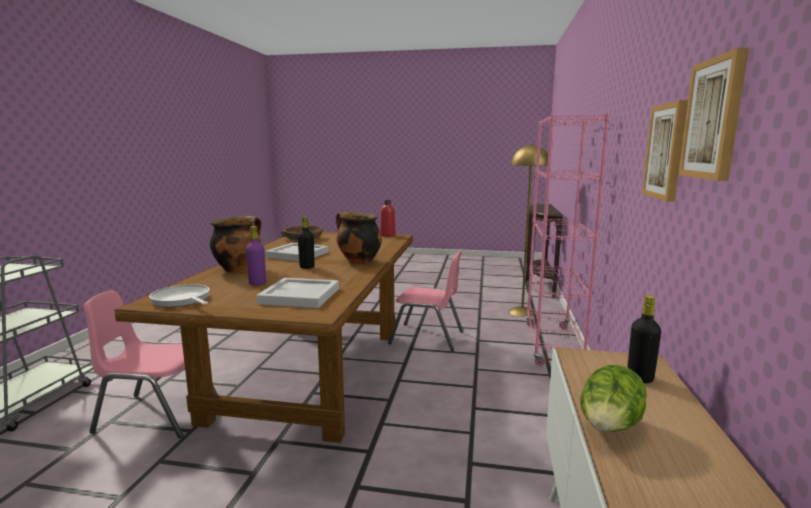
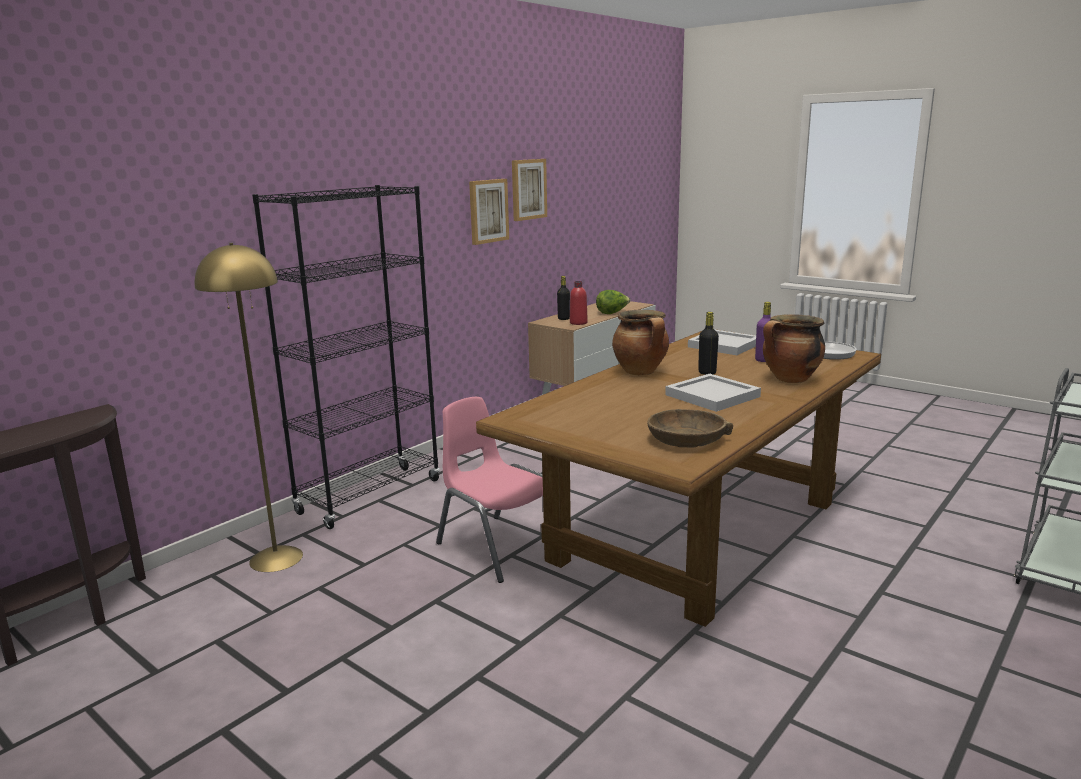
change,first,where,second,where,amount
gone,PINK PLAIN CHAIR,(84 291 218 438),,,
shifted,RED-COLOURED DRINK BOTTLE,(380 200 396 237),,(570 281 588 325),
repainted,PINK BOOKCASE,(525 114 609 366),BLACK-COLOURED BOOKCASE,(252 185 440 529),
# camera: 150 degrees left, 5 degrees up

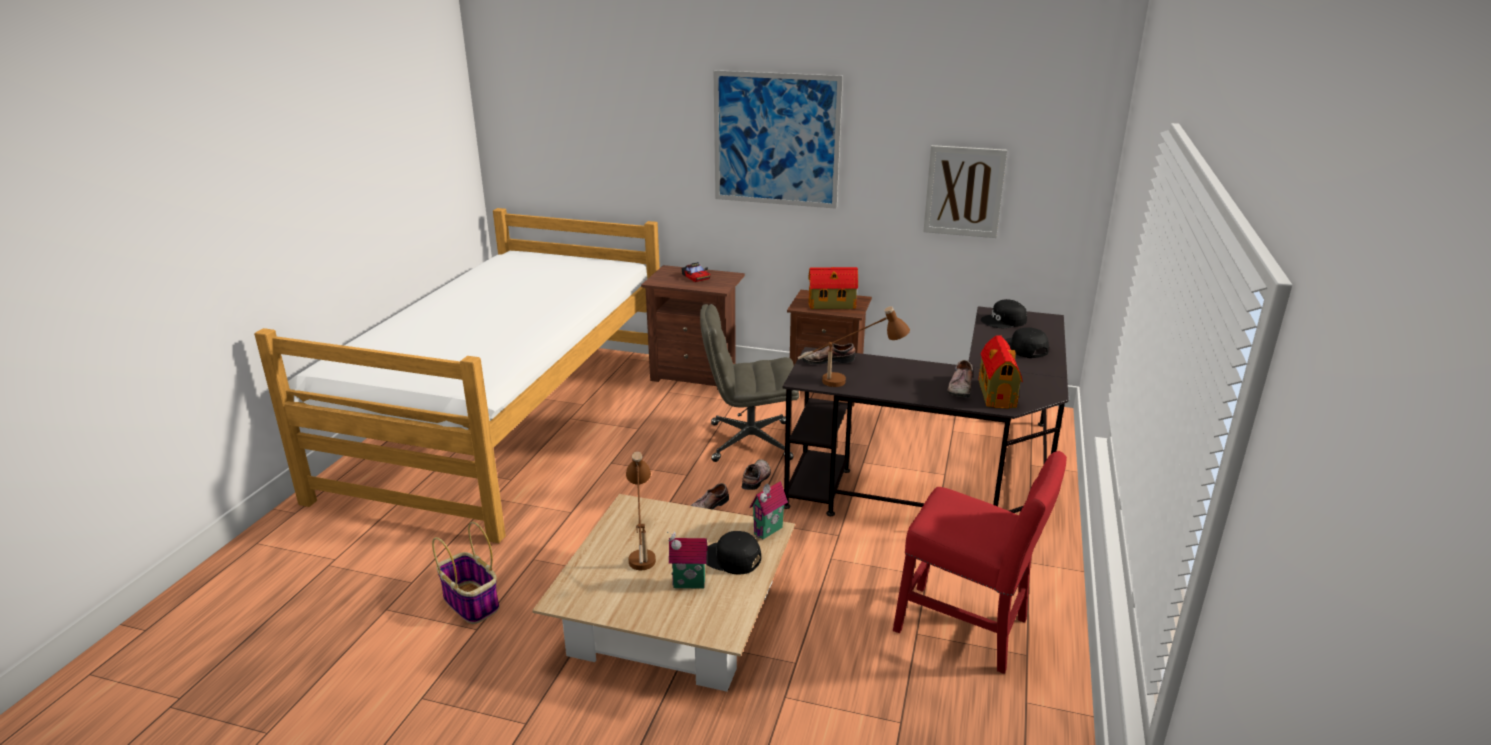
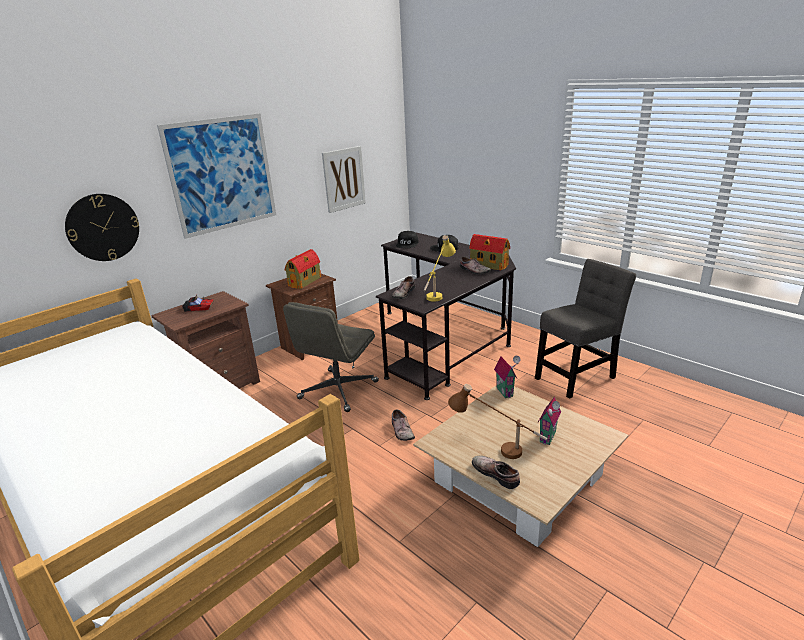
change,first,where,second,where,amount
gone,STORAGE BASKET,(432 522 499 624),,,
gone,BLACK-COLOURED BASEBALL CAP,(707 531 761 574),,,
shifted,SHOE,(742 459 771 490),,(472 456 520 489),
repainted,BROWN TABLETOP LAMP,(798 306 910 387),YELLOWISH TABLETOP LAMP,(424 235 456 302),
repainted,RED-COLOURED PLAIN CHAIR,(893 451 1067 674),GREYISH PLAIN CHAIR,(535 259 636 399),
new,,,WALL CLOCK,(65 194 139 261),
# camera: 60 degrees left, 0 degrees up

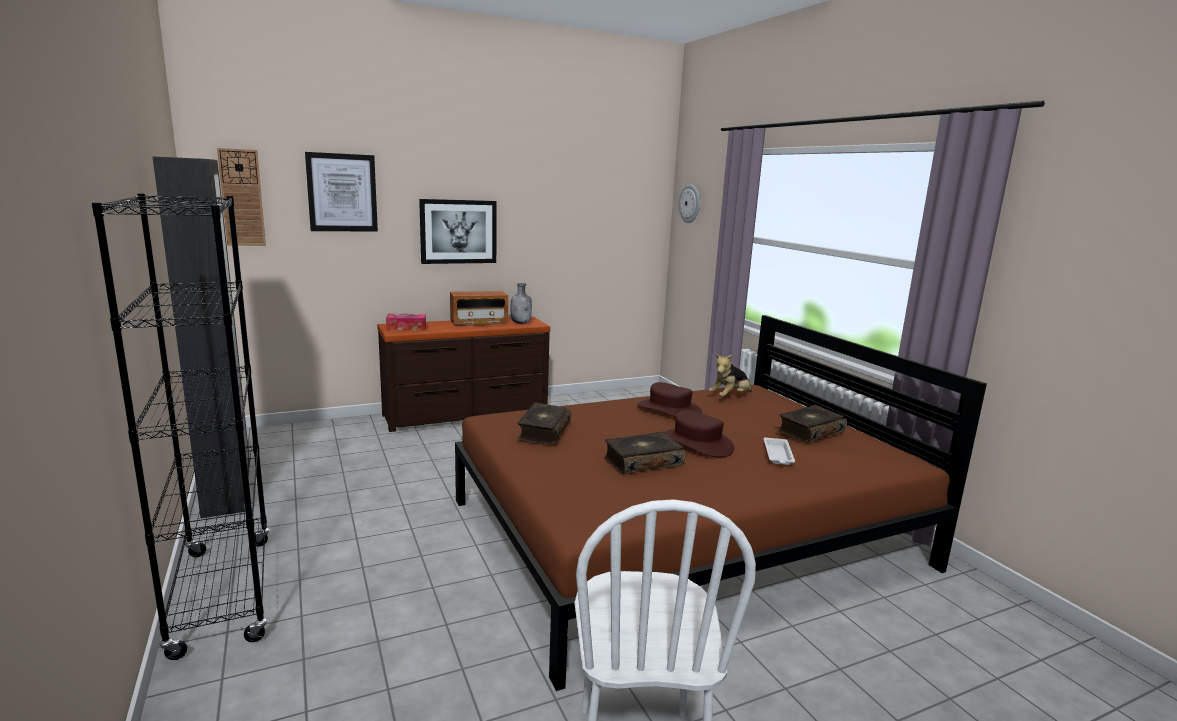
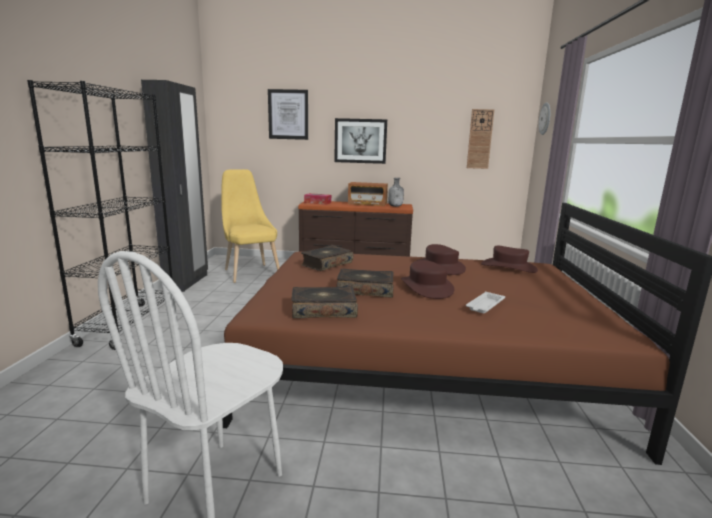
change,first,where,second,where,amount
shifted,WALL CLOCK,(217 148 266 246),,(467 109 494 169),
swapped,CUDDLY TOY,(709 354 752 397),BROWN CLOTHING HAT,(481 246 538 273),
shifted,VOLUME,(777 405 847 443),,(292 286 358 318),
new,,,YELLOWISH PLAIN CHAIR,(221 169 280 283),
# camera: 30 degrees right, 0 degrees up

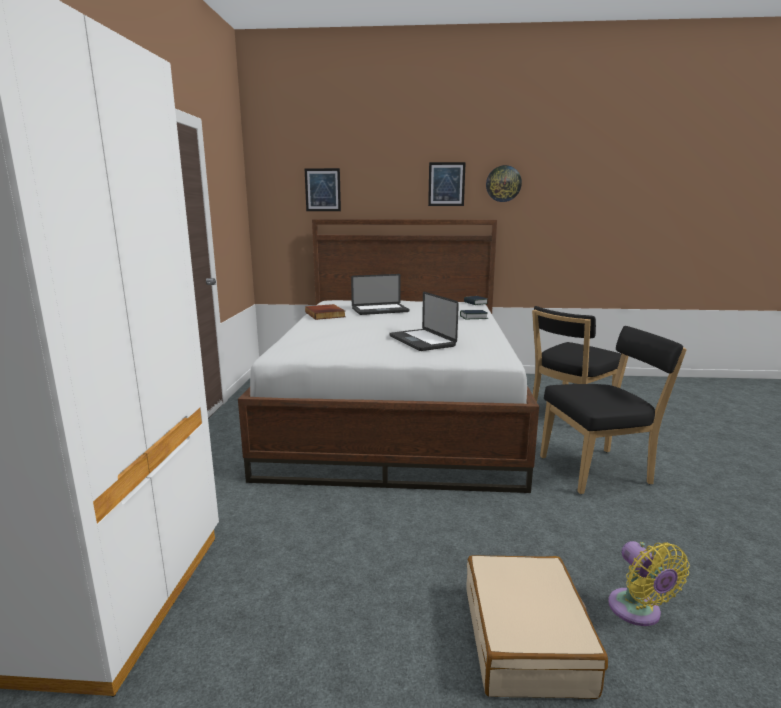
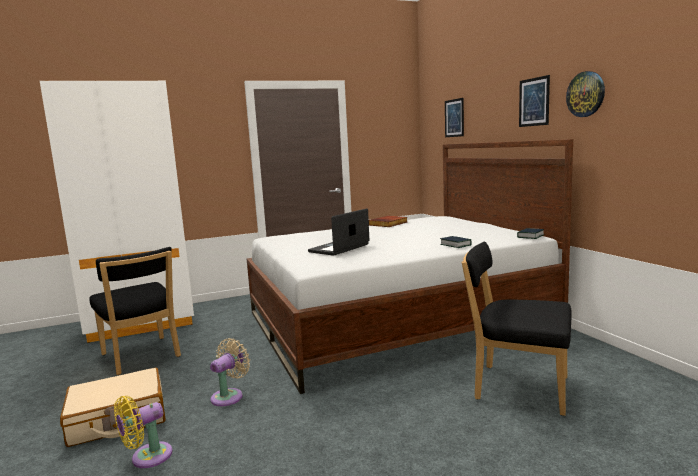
change,first,where,second,where,amount
gone,LAPTOP,(351 274 410 315),,,
shifted,BLACK-COLOURED PLAIN CHAIR,(540 326 687 494),,(89 247 181 375),
new,,,BEIGE FAN,(210 338 250 406),
# camera: 65 degrees right, 5 degrees down

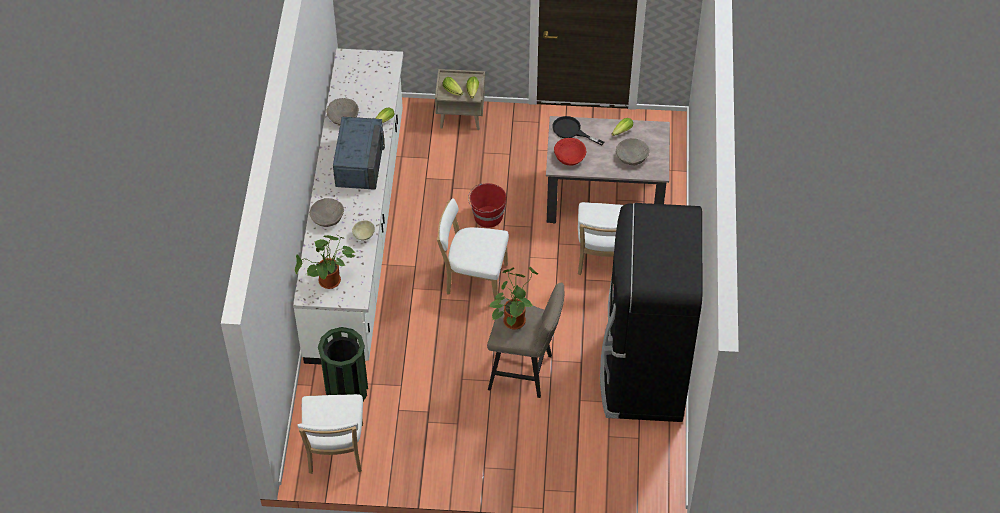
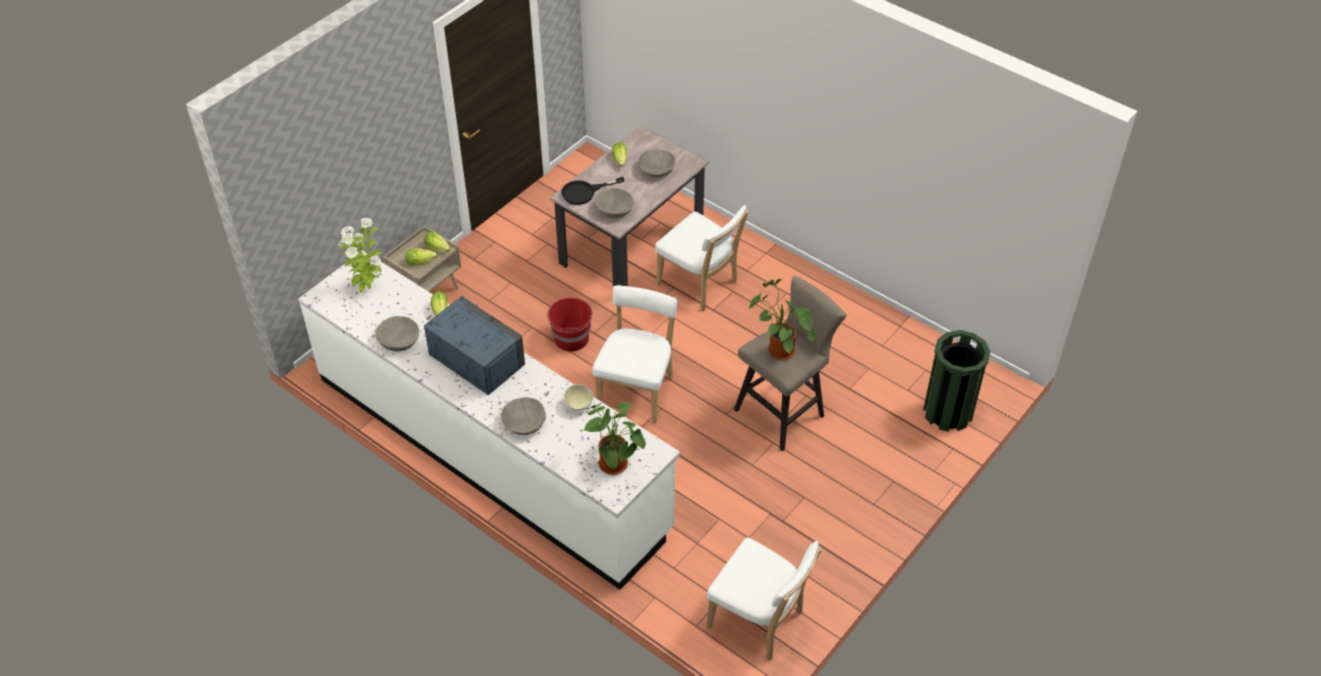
change,first,where,second,where,amount
shifted,GREEN-COLOURED RUBBISH BIN,(318 327 368 401),,(923 330 991 432),
rotated,WHITISH PLAIN CHAIR,(437 198 509 301),,(593 285 677 424),150 degrees clockwise
repainted,RED-COLOURED DEEP DISH,(554 138 586 166),BEIGE DEEP DISH,(594 188 634 218),
gone,BLACK-COLOURED KITCHEN FRIDGE,(600 203 702 422),,,
new,,,POTTED PLANT,(338 218 382 293),
# camera: 55 degrees left, 5 degrees down

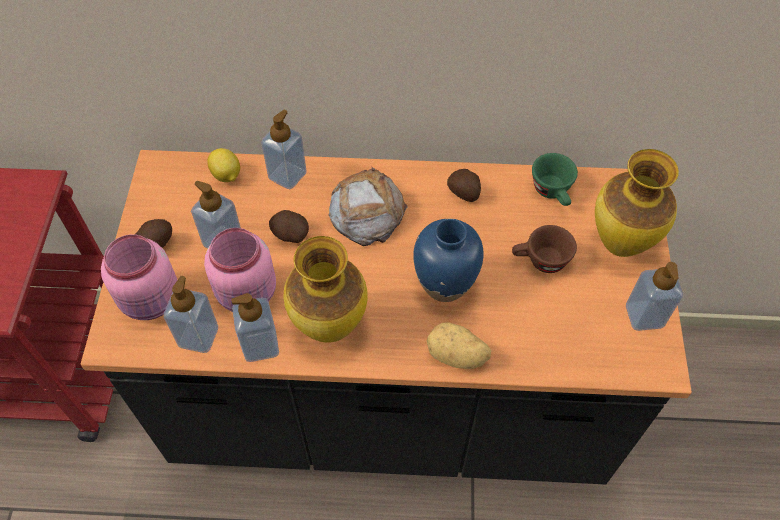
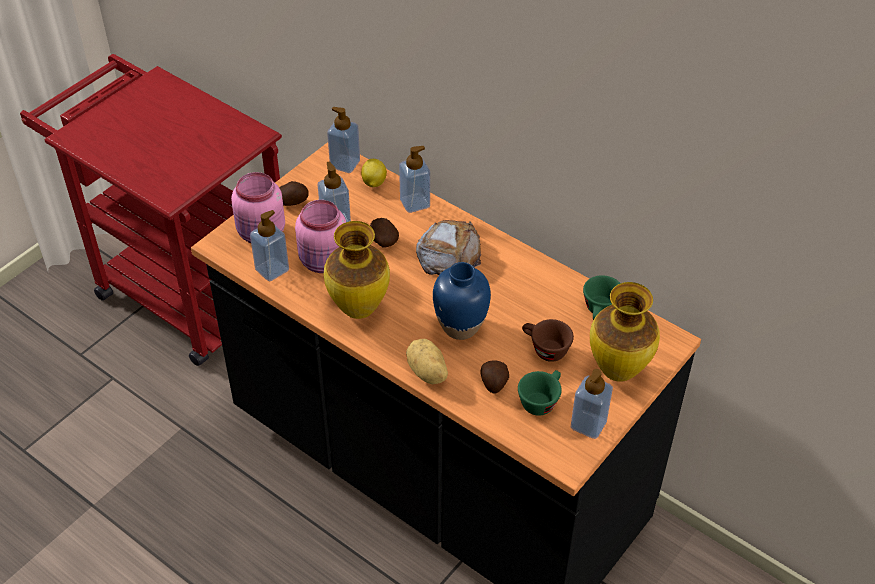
change,first,where,second,where,amount
shifted,LIQUID SOAP BOTTLE,(231 293 279 362),,(327 107 360 173),
shifted,POTATO,(447 169 481 202),,(480 360 509 394),
new,,,GREEN-COLOURED SMALL CUP,(518 370 562 416),
# camera: 35 degrees right, 10 degrees down

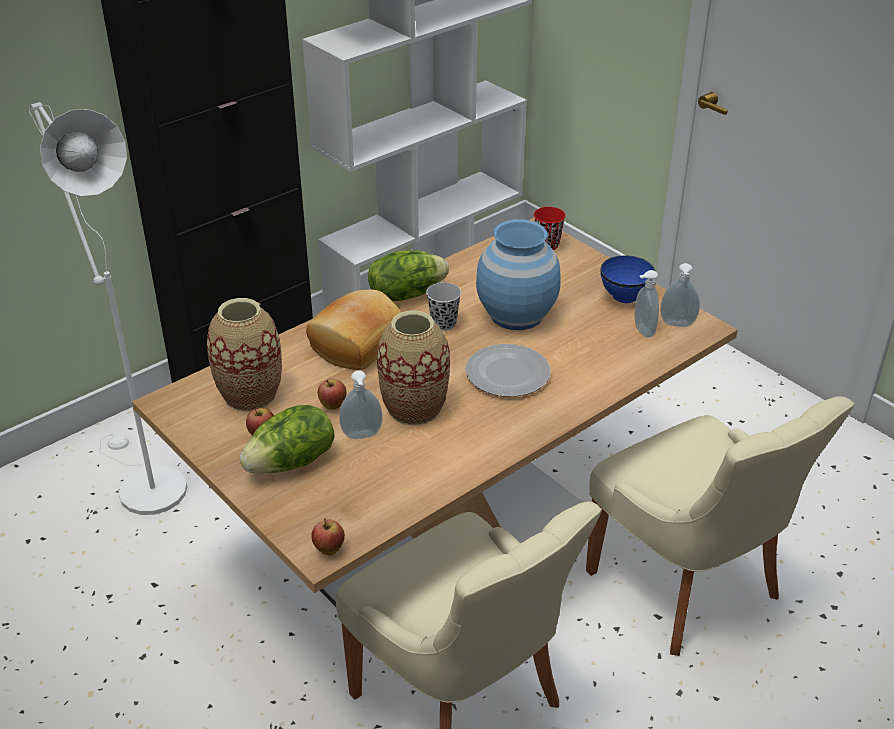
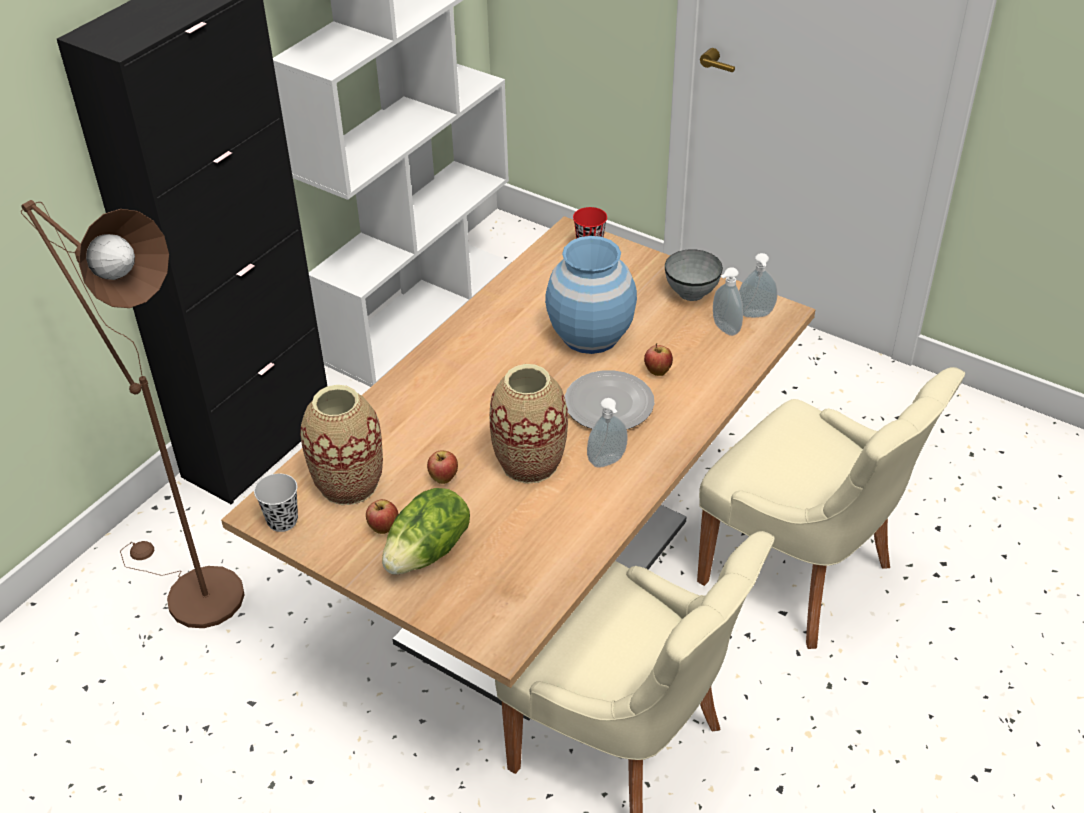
change,first,where,second,where,amount
repainted,WHITISH STANDARD LAMP,(29 102 187 515),BROWN STANDARD LAMP,(21 200 245 628),
gone,BREAD,(306 290 401 370),,,
shifted,APPLE,(311 518 345 556),,(644 343 673 376),
shifted,LIQUID SOAP BOTTLE,(339 371 382 439),,(587 398 628 468),
gone,HEAD OF LETTUCE,(368 250 449 301),,,
shifted,BLACK-COLOURED SMALL CUP,(426 282 461 331),,(254 473 298 532),
repainted,BLUISH DEEP DISH,(600 255 656 303),GREYISH DEEP DISH,(665 249 723 301),
# camera: 15 degrees left, 5 degrees up

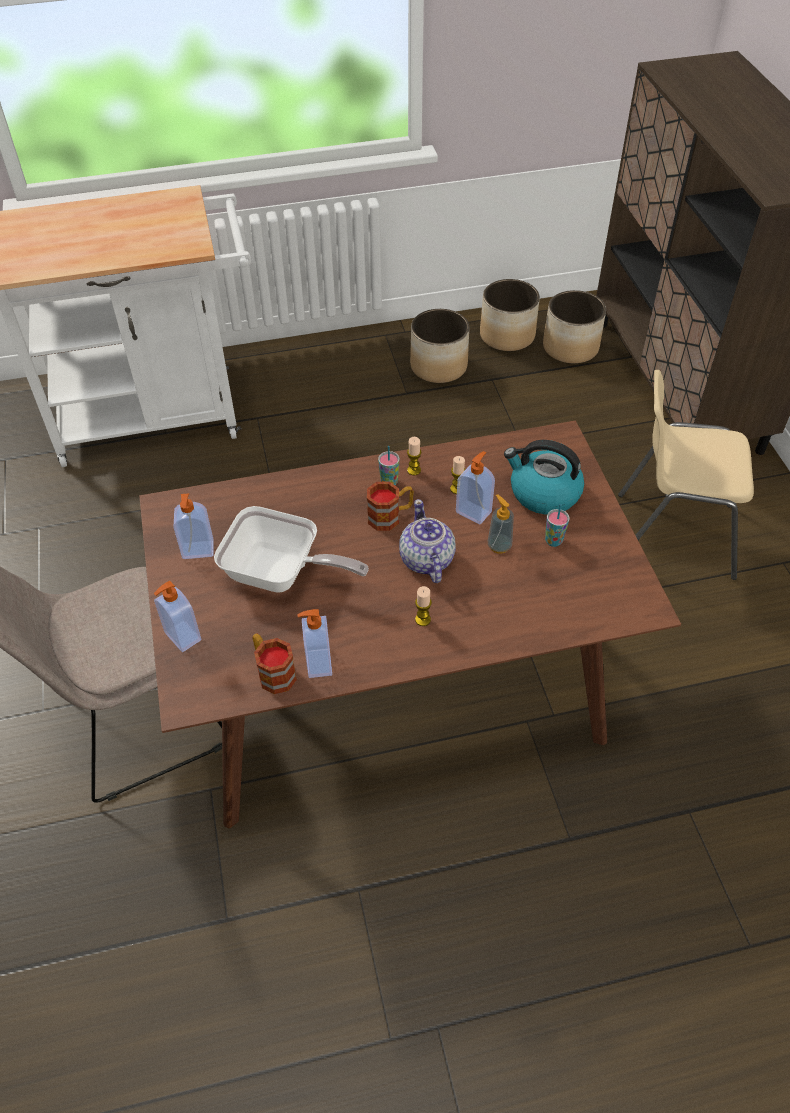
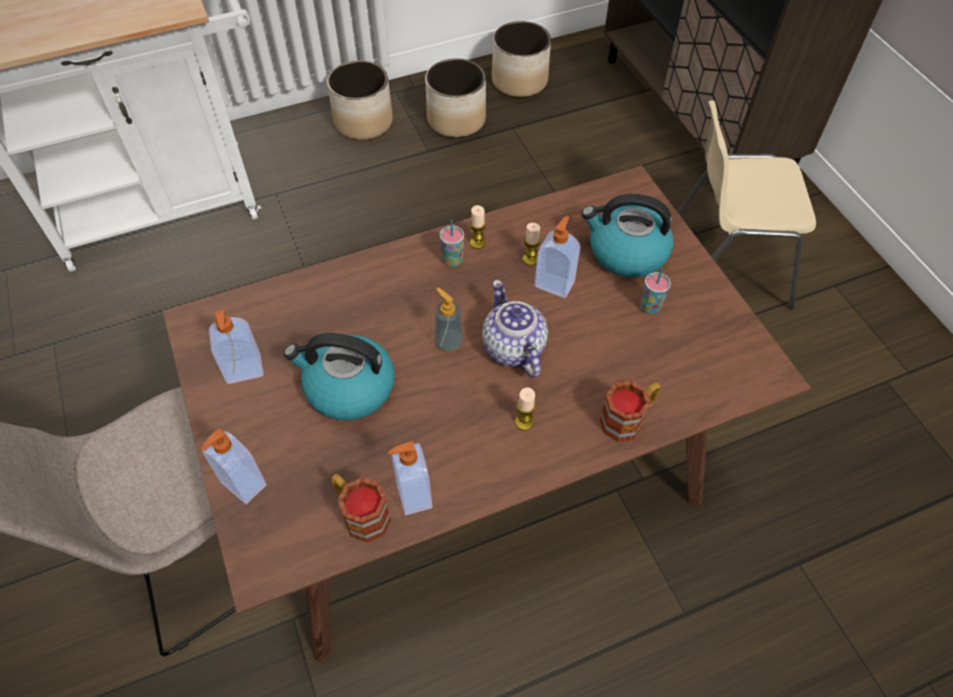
change,first,where,second,where,amount
swapped,PAN,(214 506 369 593),TEA KETTLE,(284 333 395 420),
shifted,TEA MUG,(367 482 414 531),,(600 381 661 442),
shifted,LIQUID SOAP BOTTLE,(488 494 514 554),,(435 288 464 352),
shifted,PLANT POT,(543 290 606 363),,(327 61 393 140),
# camera: 10 degrees left, 5 degrees up

